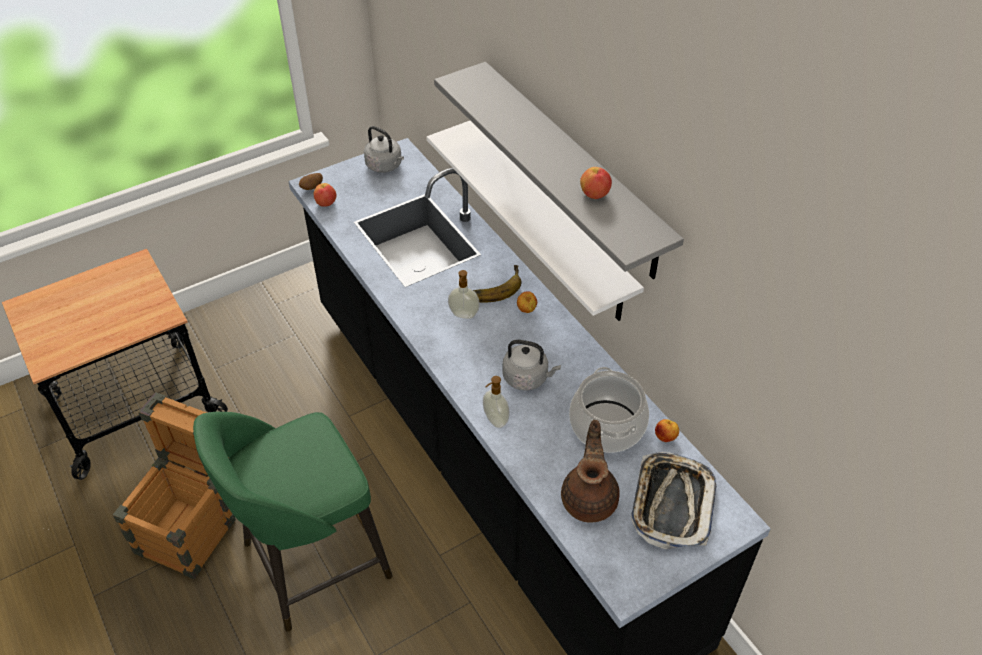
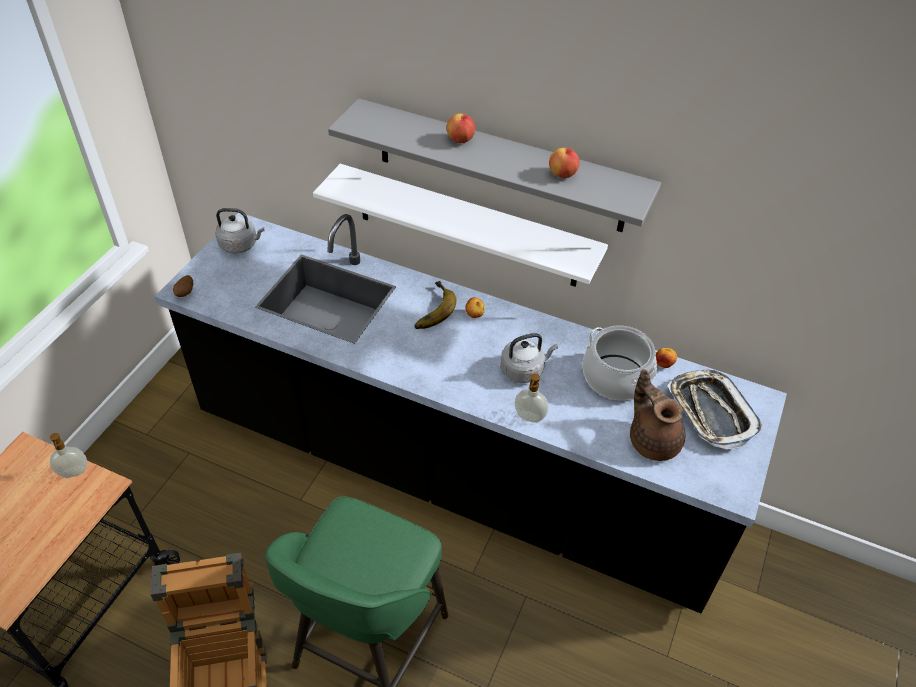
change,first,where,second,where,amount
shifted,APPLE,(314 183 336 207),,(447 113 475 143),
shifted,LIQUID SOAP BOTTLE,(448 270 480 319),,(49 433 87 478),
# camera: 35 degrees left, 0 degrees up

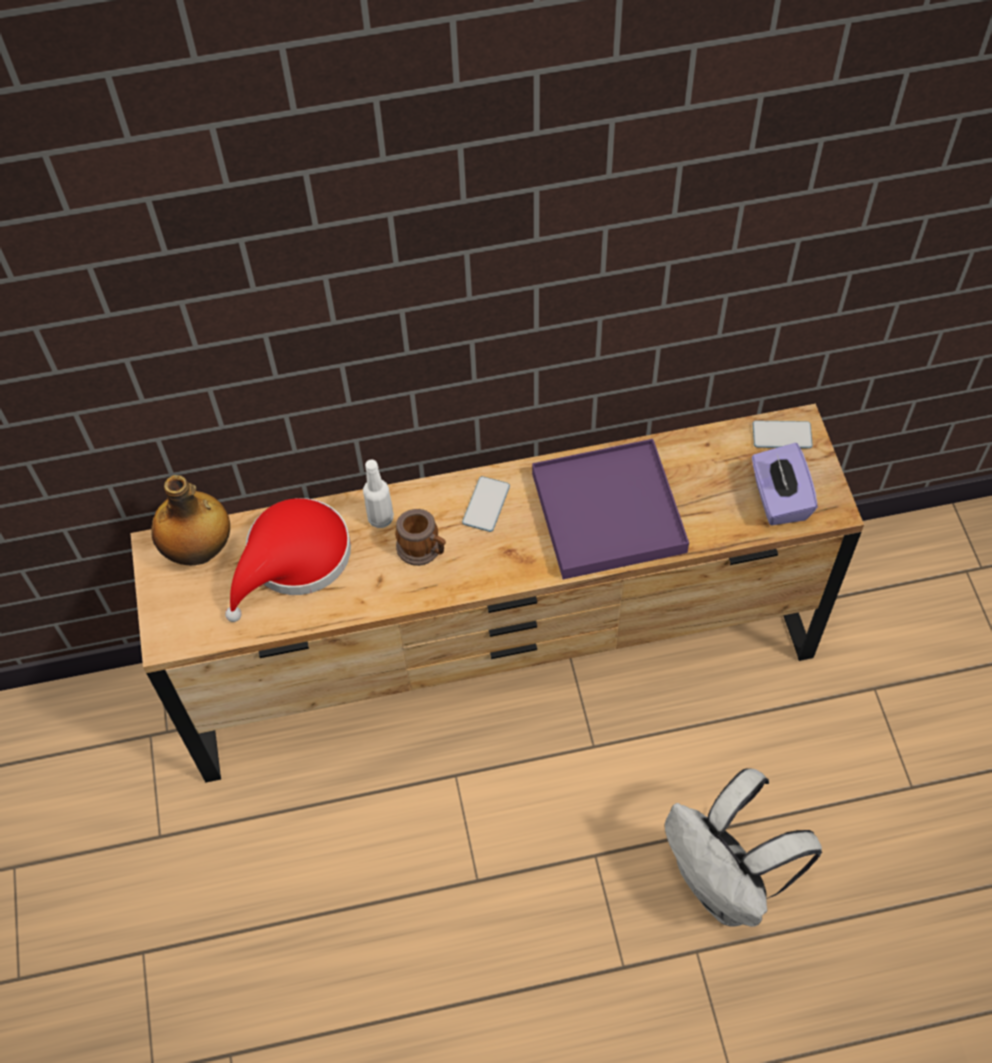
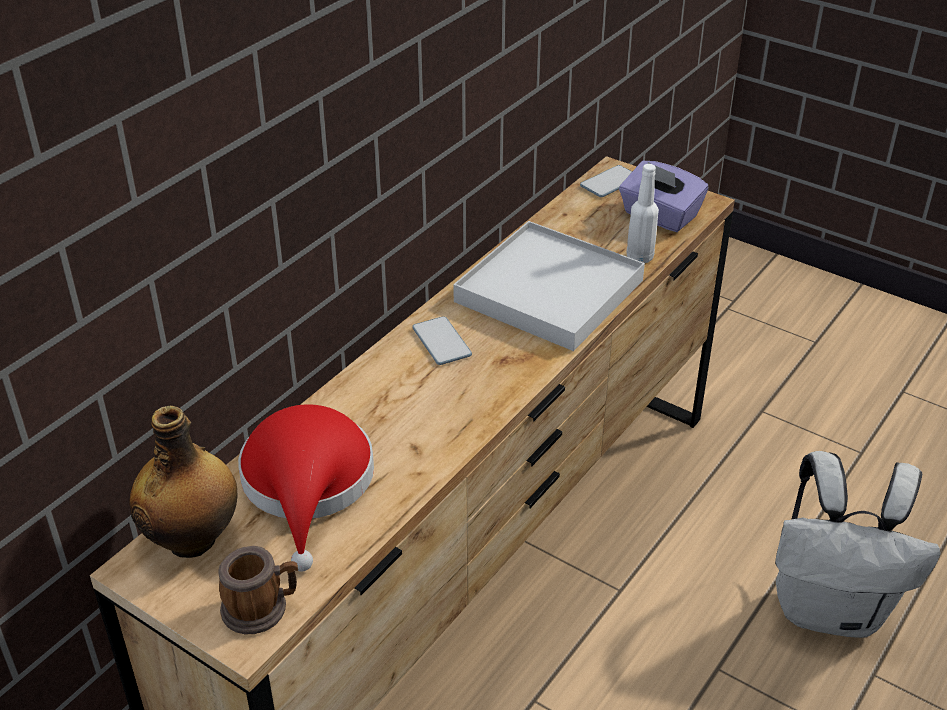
change,first,where,second,where,amount
shifted,WHITISH DRINK BOTTLE,(363 459 394 528),,(626 164 659 263),
shifted,TEA MUG,(395 509 446 566),,(218 546 298 635),
repainted,PURPLISH TRAY,(532 439 689 579),WHITISH TRAY,(453 221 645 351),
# camera: 45 degrees left, 20 degrees down

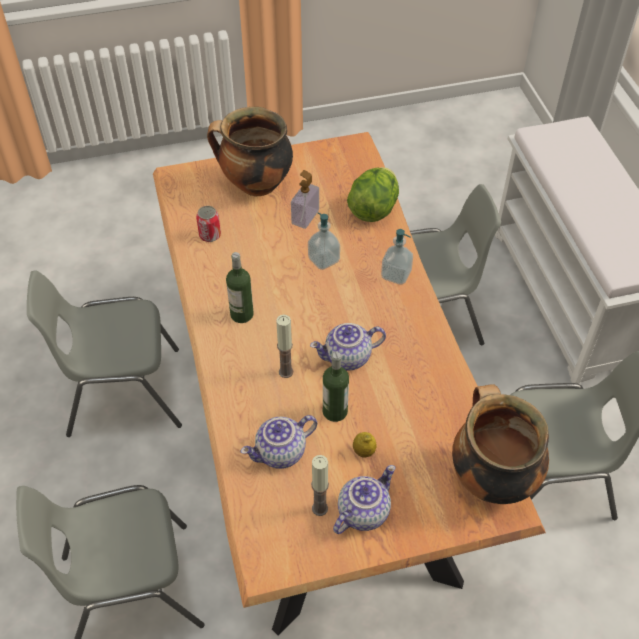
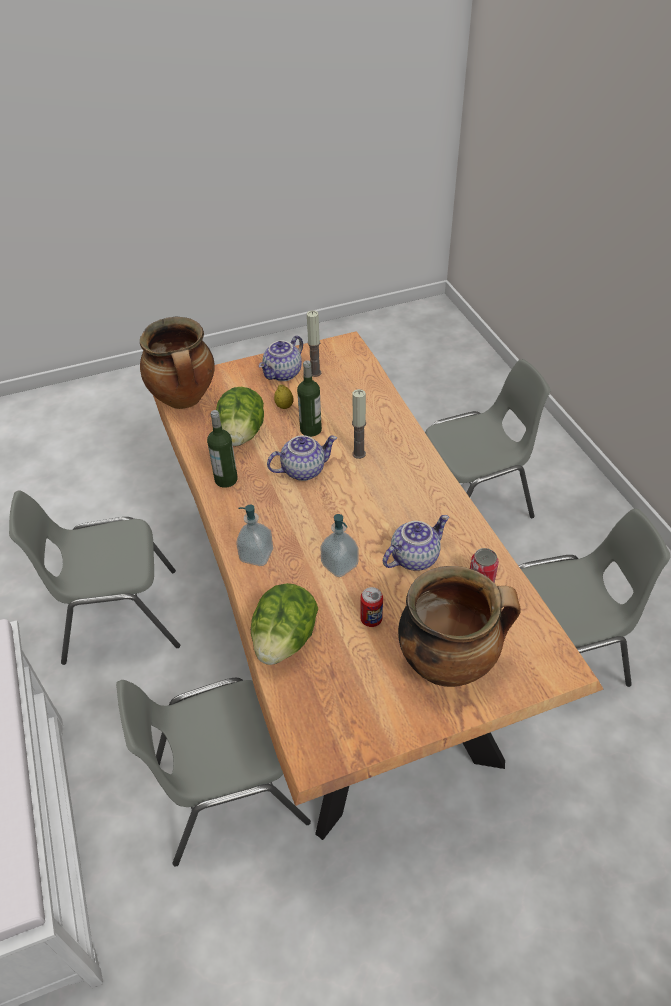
change,first,where,second,where,amount
shifted,DRINK BOTTLE,(226 252 254 323),,(207 410 238 488),
shifted,TEA POT,(241 415 317 469),,(383 515 449 571),
swapped,LIQUID SOAP BOTTLE,(291 170 319 229),METAL CAN,(360 587 383 627),
new,,,HEAD OF LETTUCE,(216 387 264 446),
# camera: 175 degrees right, 5 degrees down

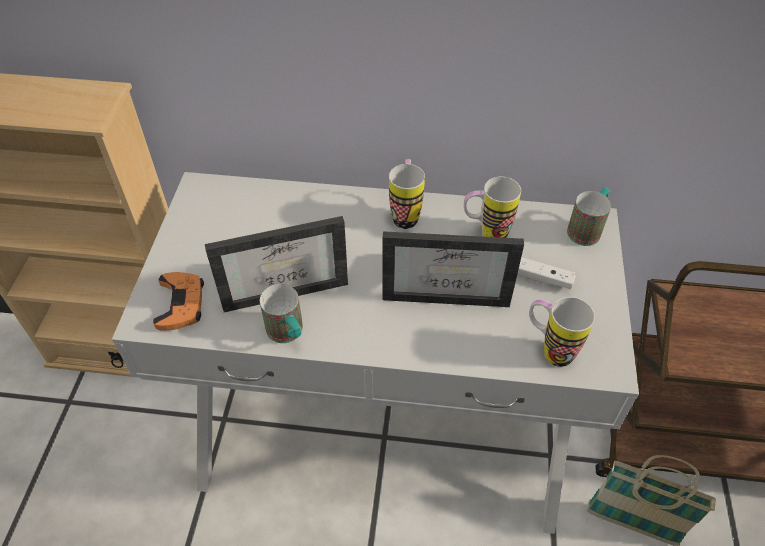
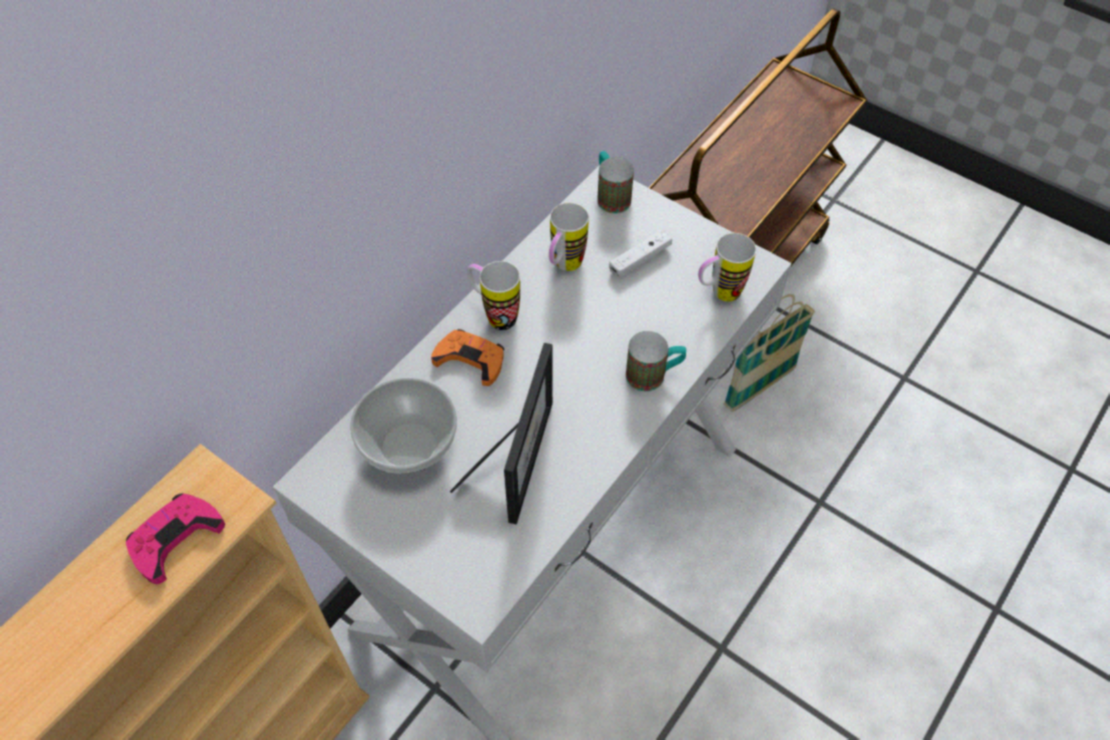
change,first,where,second,where,amount
shifted,ORANGEY JOYPAD,(153 272 204 331),,(431 329 504 386),
shifted,TEA MUG,(260 284 303 343),,(626 331 686 391),
gone,STANDING FRAME,(383 231 524 307),,,
new,,,PINK JOYPAD,(126 493 225 584),
new,,,DEEP DISH,(350 378 457 474),
# camera: 60 degrees left, 5 degrees up

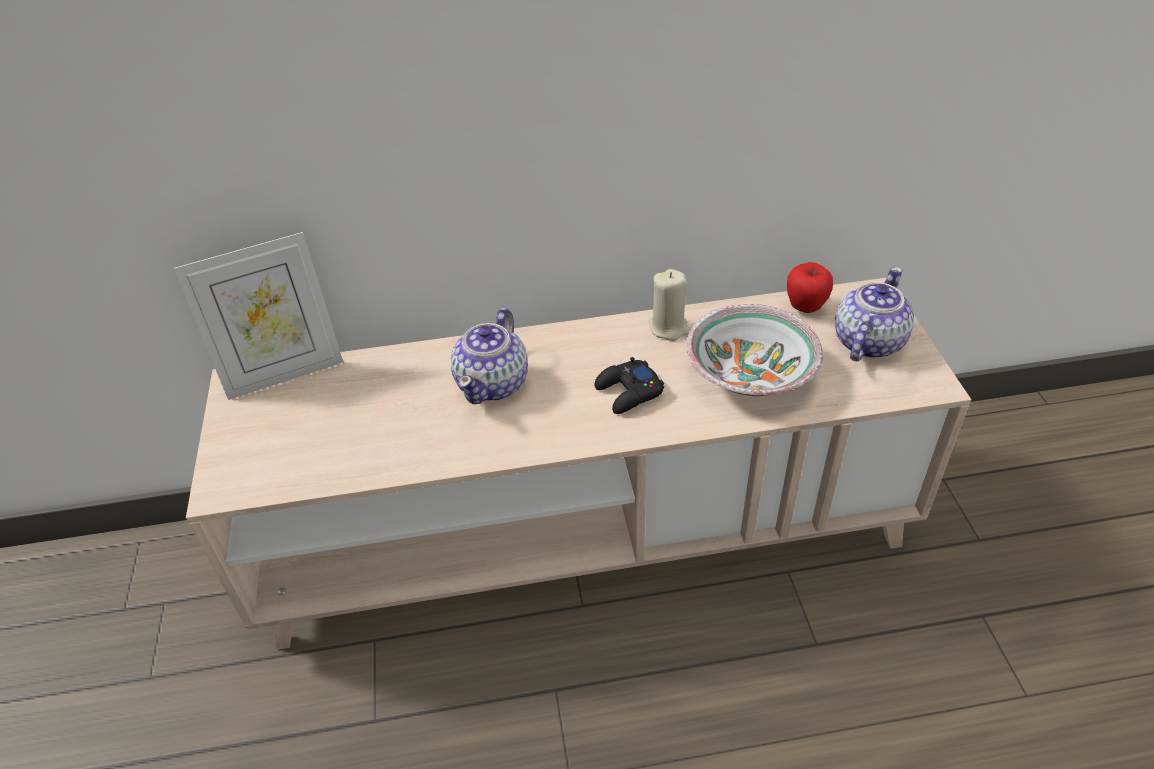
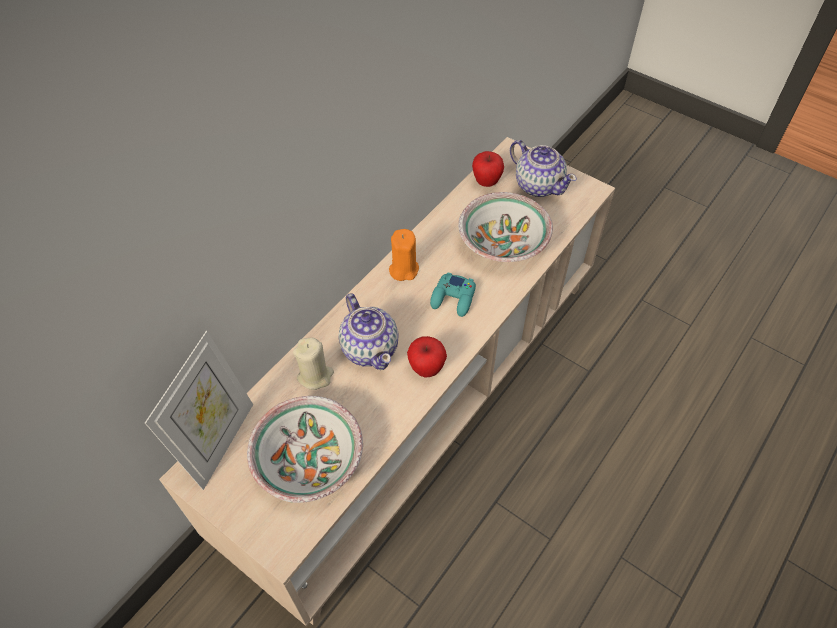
change,first,where,second,where,amount
repainted,BLACK-COLOURED JOYPAD,(595 357 664 414),BLUE-GREEN JOYPAD,(430 273 476 317),
shifted,BEIGE CANDLE,(649 269 691 341),,(293 338 334 390),
rotated,TEA POT,(835 267 914 361),,(510 140 577 197),150 degrees clockwise
new,,,DEEP DISH,(247 396 363 503),
new,,,ORANGEY CANDLE,(389 229 419 281),
new,,,APPLE,(407 336 447 378),
# camera: 45 degrees left, 10 degrees up

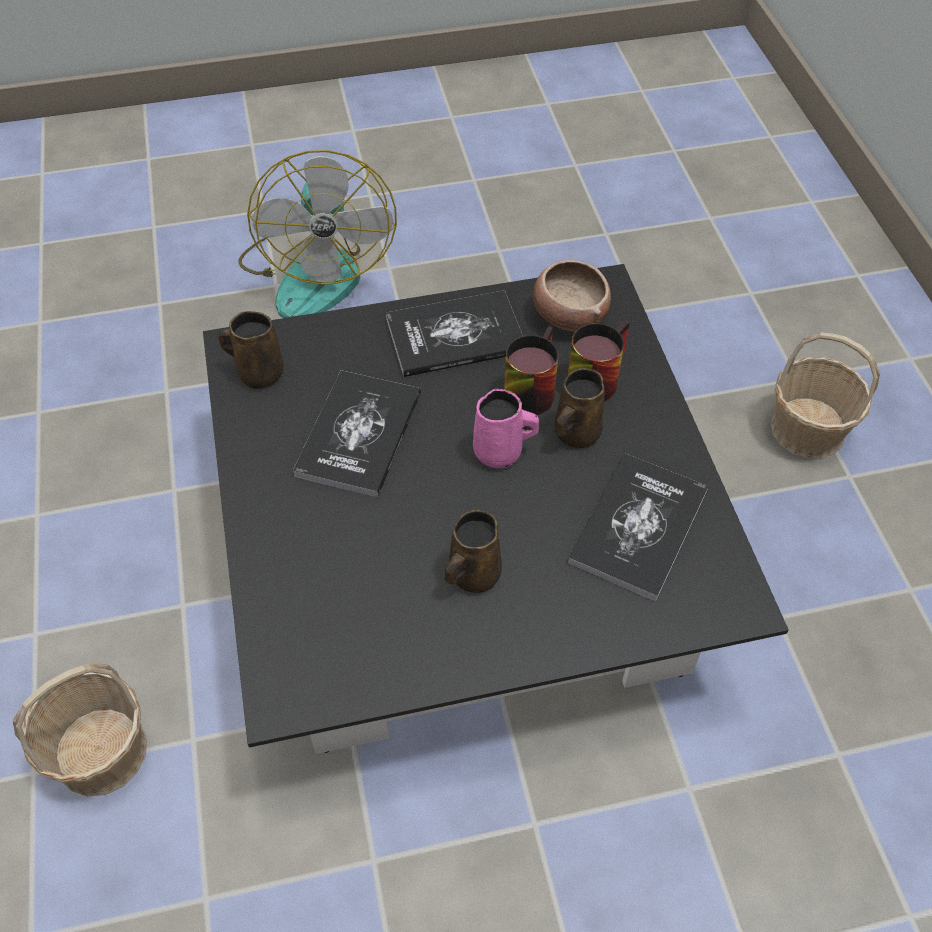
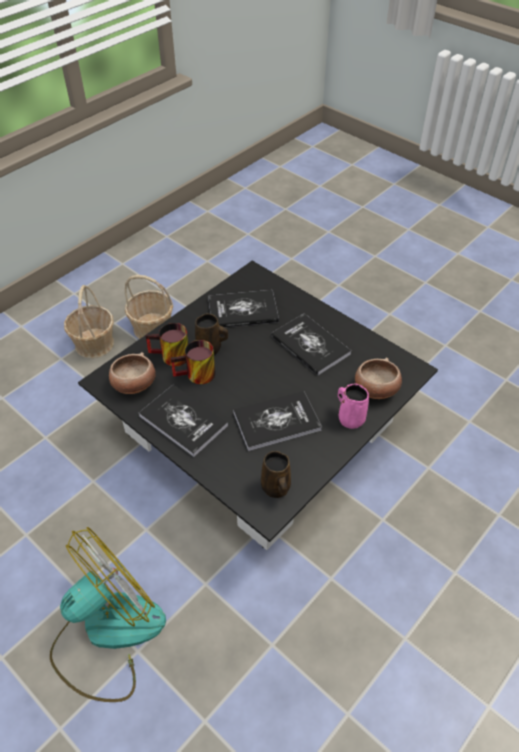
change,first,where,second,where,amount
shifted,STORAGE BASKET,(13 663 147 796),,(125 275 173 339),
swapped,BROWN TEA MUG,(445 510 502 593),VOLUME,(271 314 351 376),
shifted,PINK TEA MUG,(473 389 539 468),,(338 384 369 429),
new,,,DEEP DISH,(355 358 402 399),
# camera: 125 degrees left, 5 degrees down

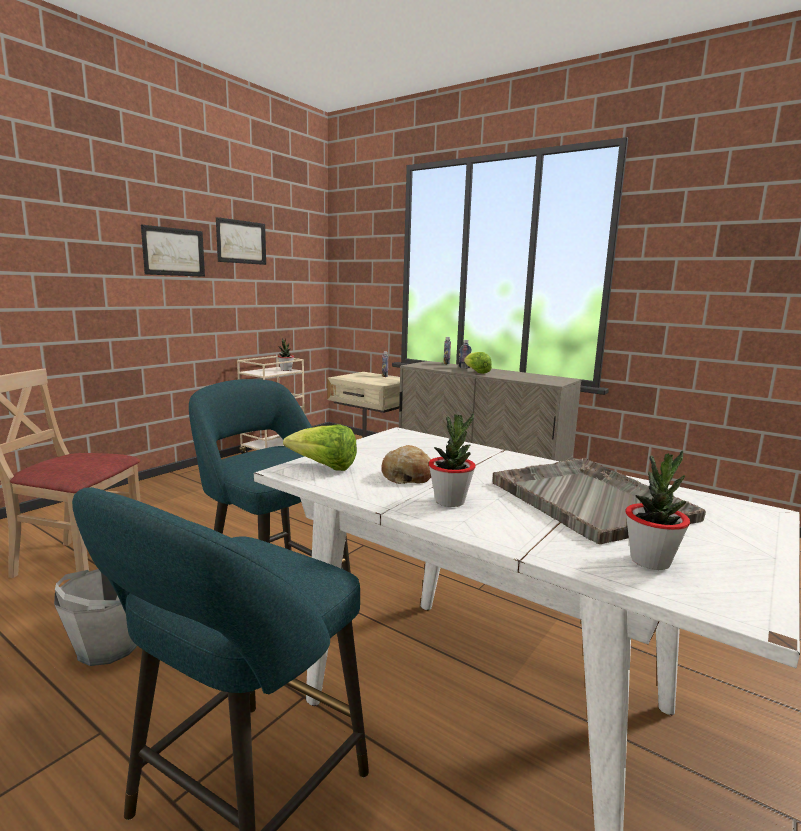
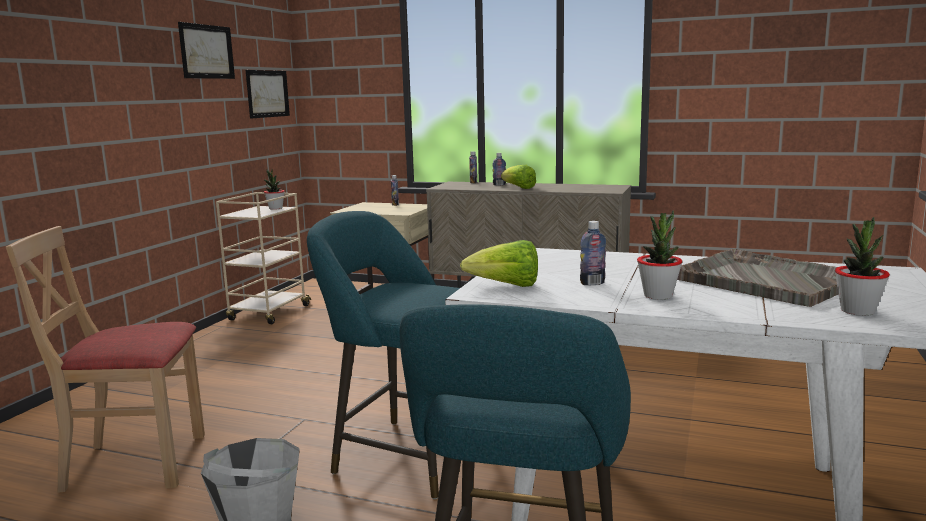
change,first,where,second,where,amount
shifted,WALL ART,(141 225 205 277),,(246 70 290 119),
swapped,BREAD,(381 445 431 484),DRINK BOTTLE,(580 221 606 285),
# camera: 15 degrees left, 0 degrees up

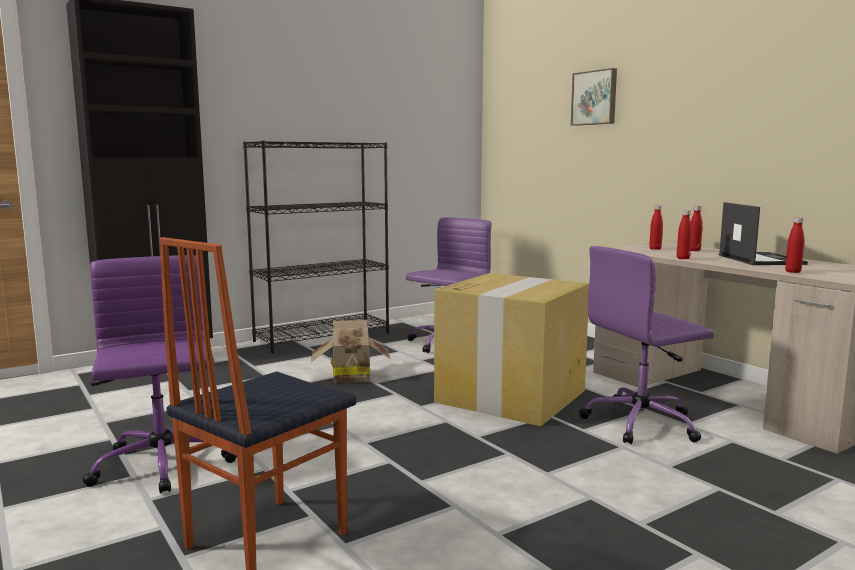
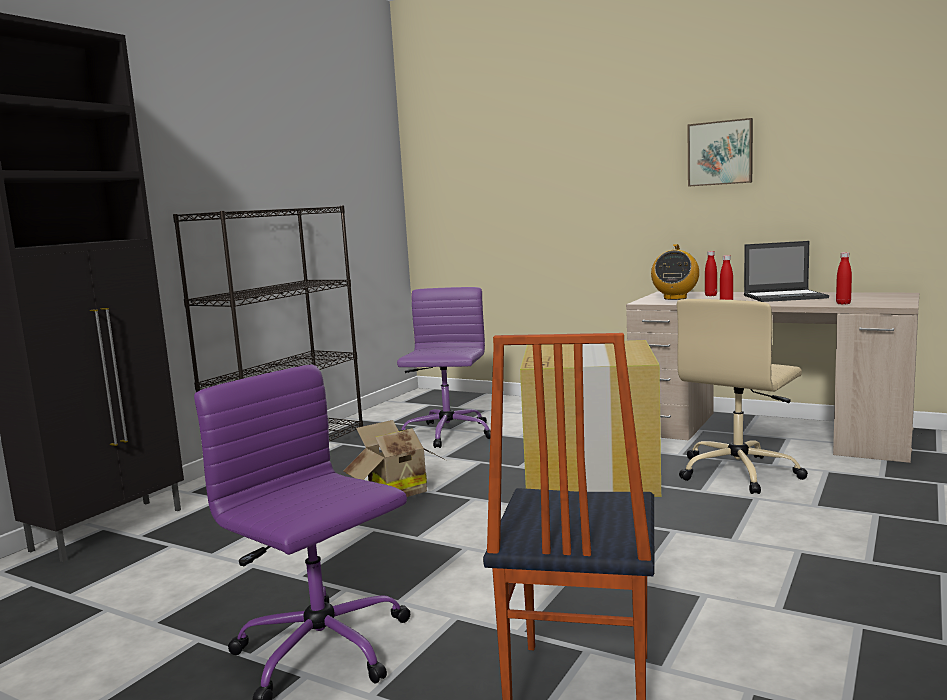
change,first,where,second,where,amount
shifted,WALL ART,(571 68 617 126),,(687 118 753 187),
repainted,PURPLISH DESK CHAIR,(579 246 714 444),BEIGE DESK CHAIR,(677 299 808 494),
swapped,RED-COLOURED DRINK BOTTLE,(649 205 663 250),RADIO SET,(651 244 699 300),
rotated,LAPTOP,(719 202 808 265),,(744 241 829 302),120 degrees clockwise
# camera: 25 degrees left, 0 degrees up

